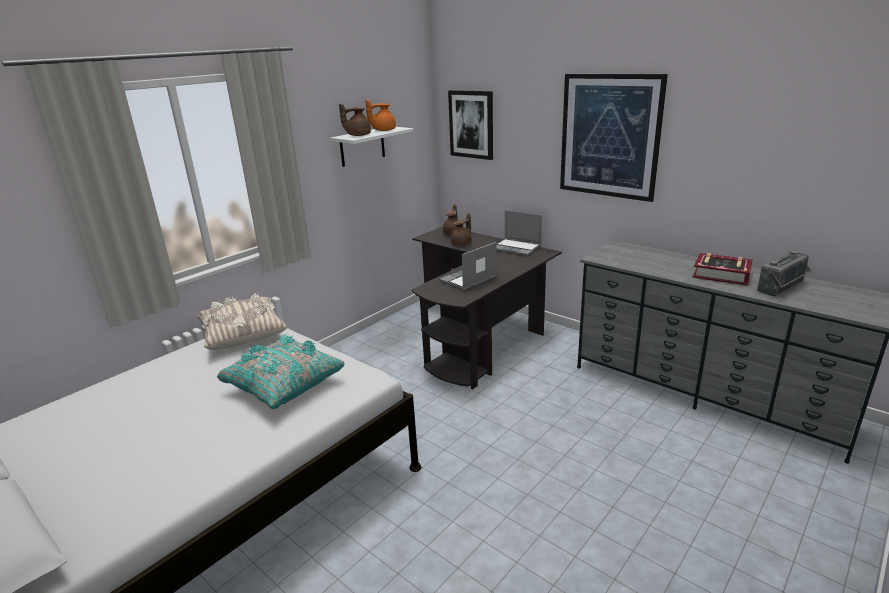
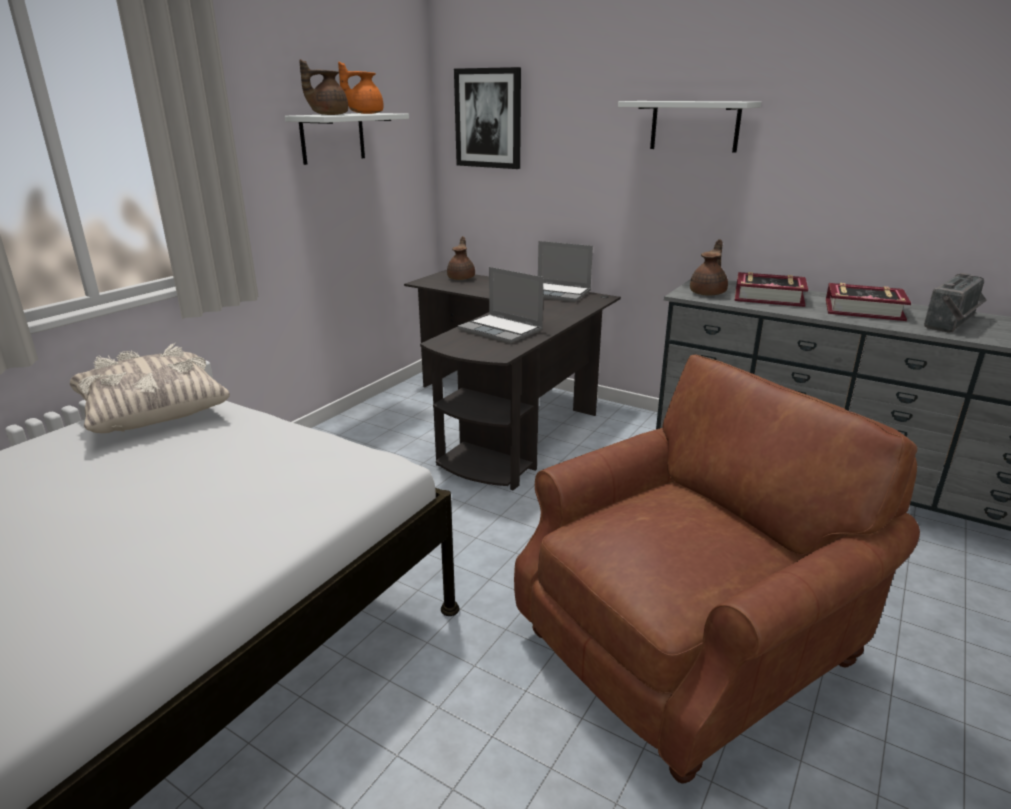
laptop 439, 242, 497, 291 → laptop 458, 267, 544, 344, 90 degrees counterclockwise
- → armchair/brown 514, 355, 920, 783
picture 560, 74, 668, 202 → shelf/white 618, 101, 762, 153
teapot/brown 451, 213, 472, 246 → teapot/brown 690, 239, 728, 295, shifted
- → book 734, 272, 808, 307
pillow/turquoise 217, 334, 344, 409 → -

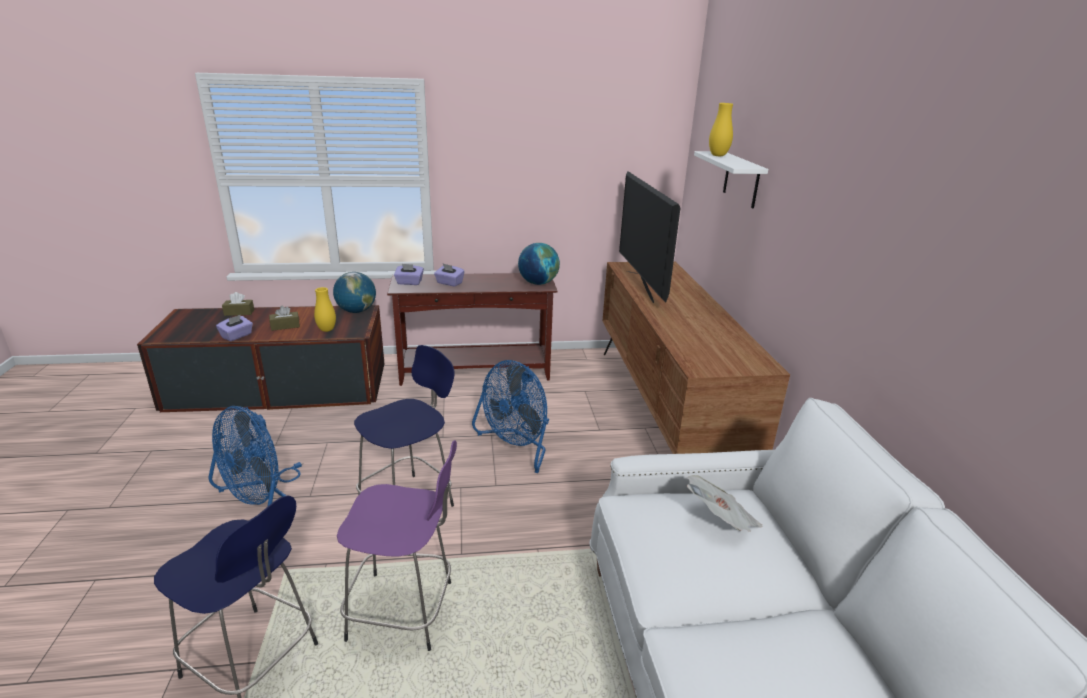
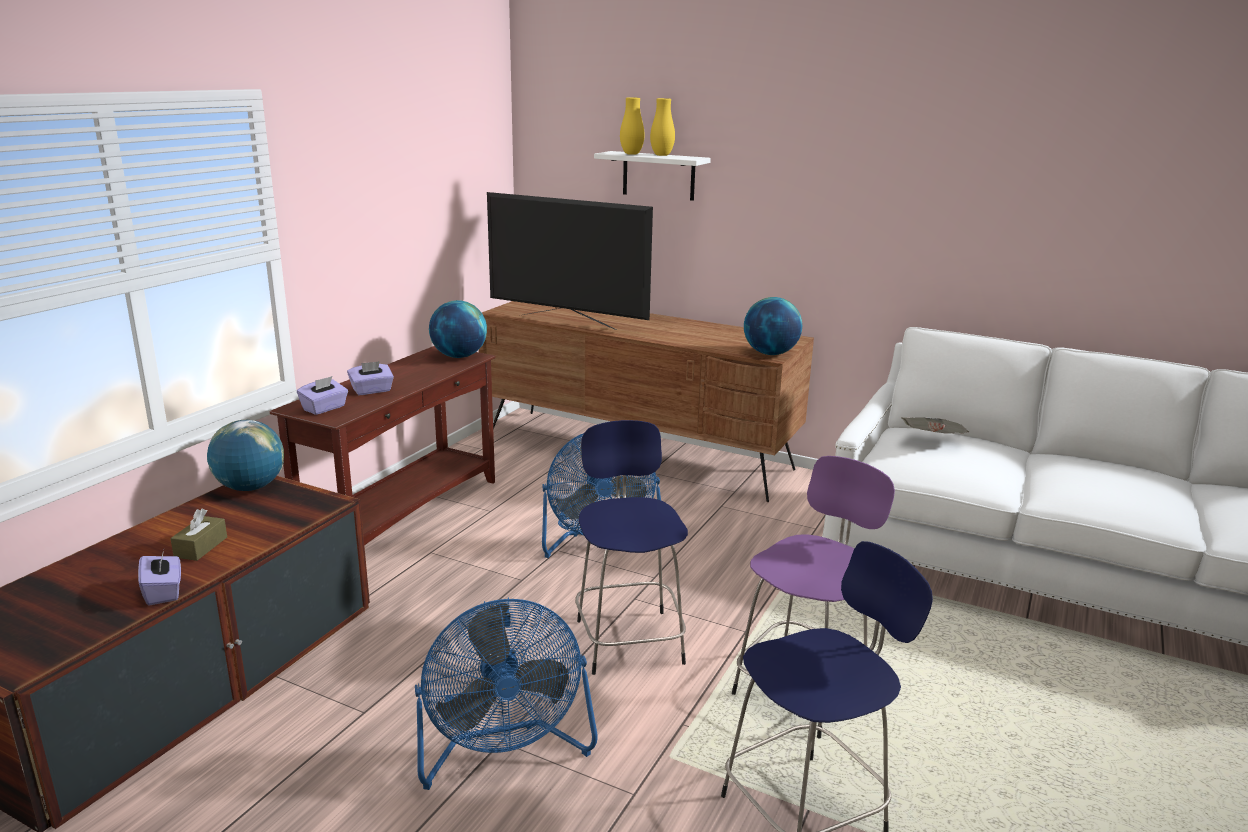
vase/yellow 314, 287, 336, 332 → vase/yellow 650, 98, 675, 156, shifted
- → globe 744, 297, 802, 355
tissue box/brown 222, 292, 254, 316 → -

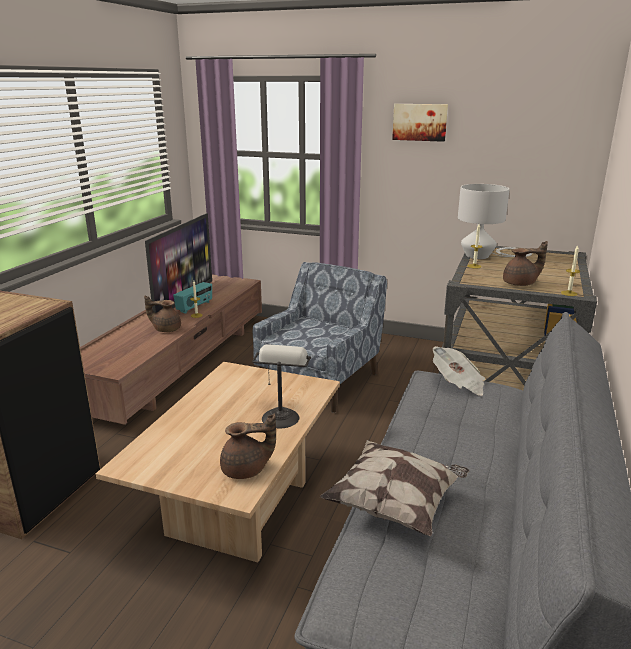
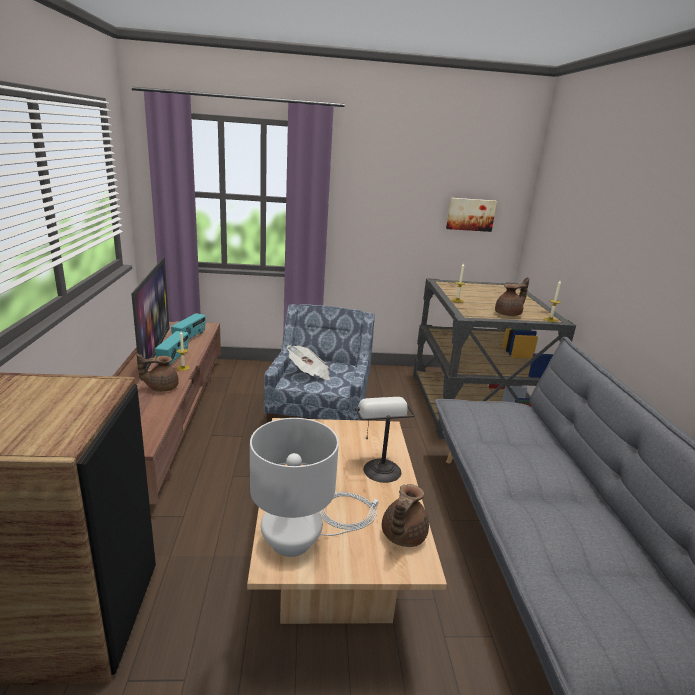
- → radio 171, 313, 206, 340
table lamp/white 458, 184, 532, 259 → table lamp/white 250, 418, 379, 557, shifted
newspaper 433, 346, 485, 396 → newspaper 287, 345, 330, 380, shifted
teapot/brown 220, 414, 276, 479 → teapot/brown 382, 484, 429, 547, 150 degrees clockwise
picture 392, 104, 448, 142 → picture 446, 198, 497, 232, shifted
pillow 320, 440, 469, 536 → -

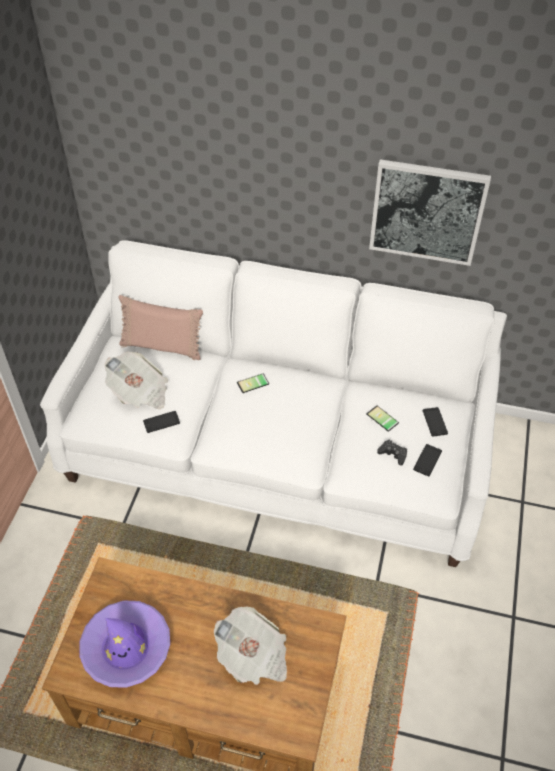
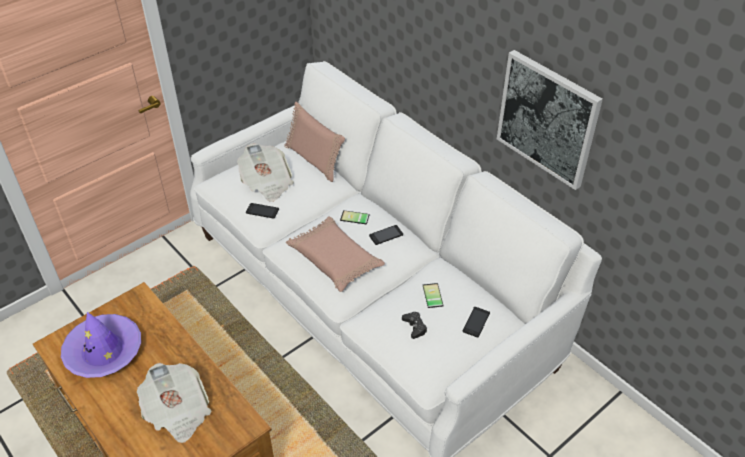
- → pillow/beige 286, 216, 385, 292
phone 413, 444, 442, 476 → phone 369, 225, 403, 245, shifted

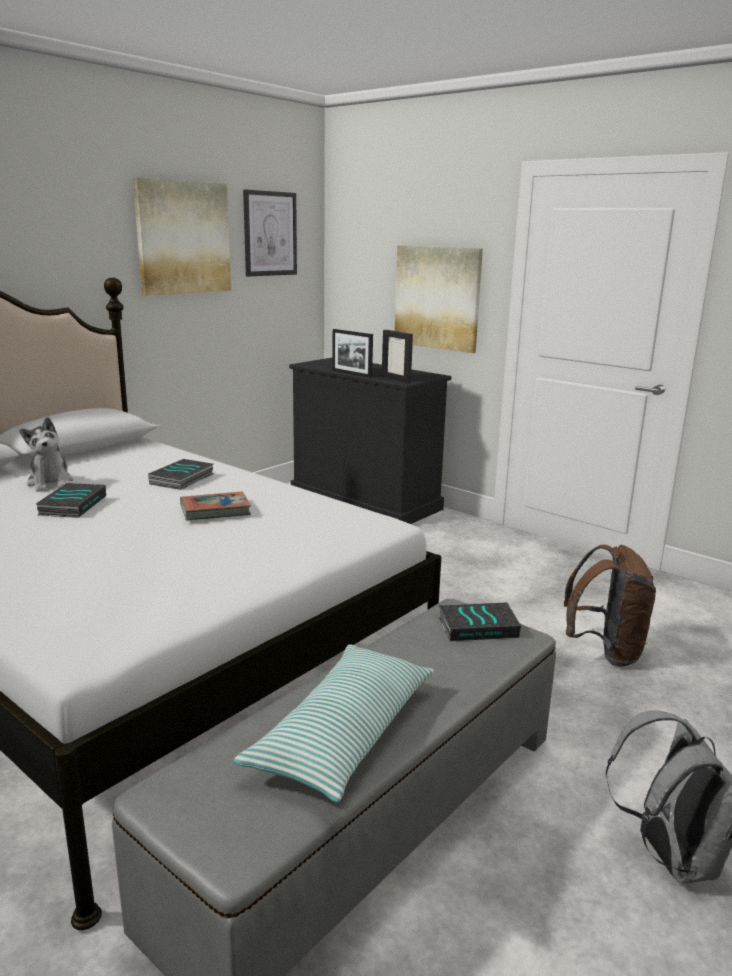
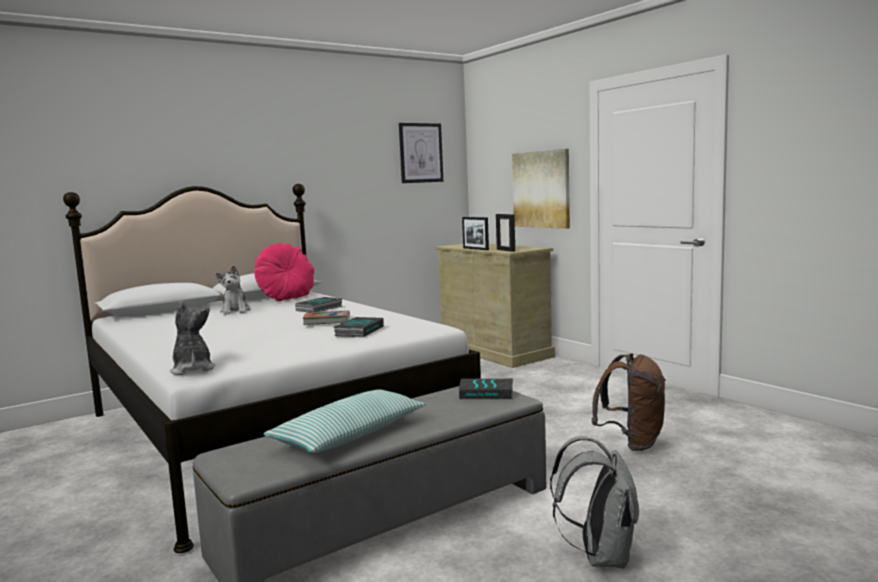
- → plush toy 169, 301, 215, 375
- → pillow/pink 254, 243, 314, 301
book 36, 483, 106, 518 → book 334, 317, 384, 337, shifted
dresser/black 289, 358, 451, 524 → dresser/beige 436, 243, 555, 368
picture 133, 177, 231, 296 → -

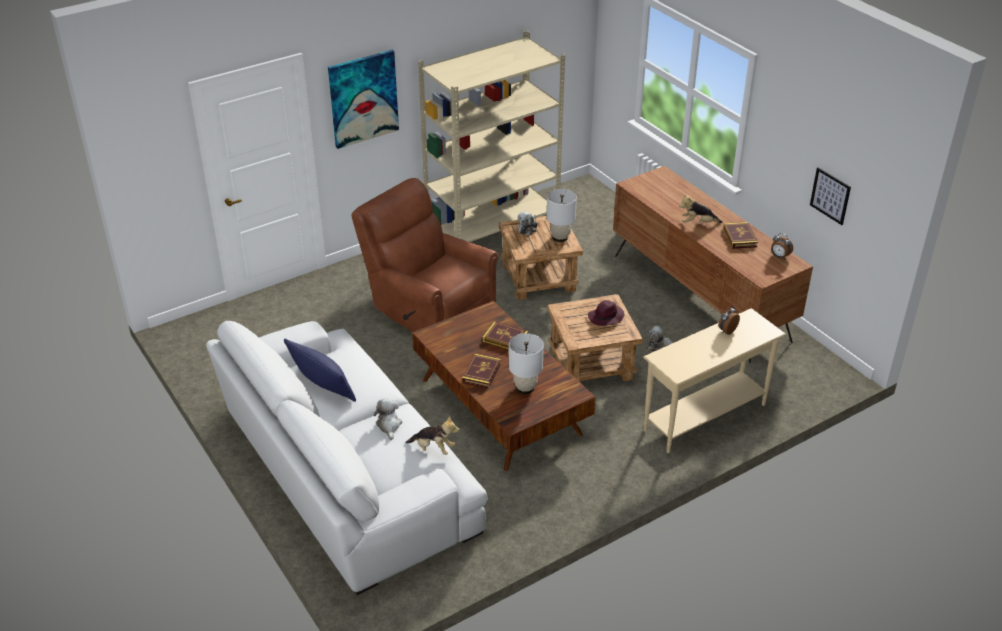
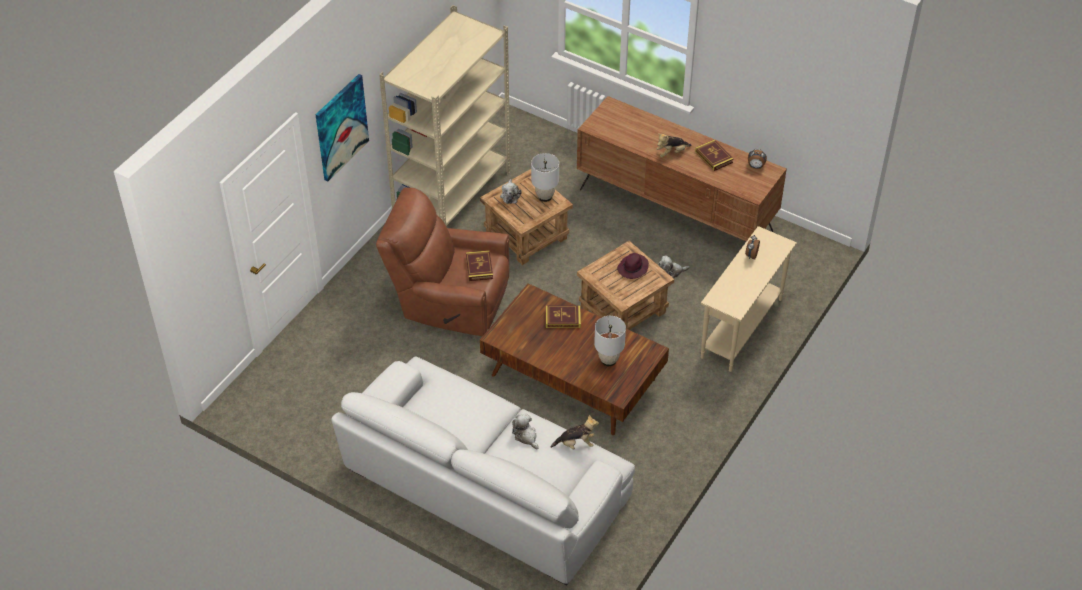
book 462, 354, 501, 389 → book 466, 250, 493, 281, shifted
pillow/blue 284, 338, 356, 402 → -
picture 810, 167, 851, 225 → -

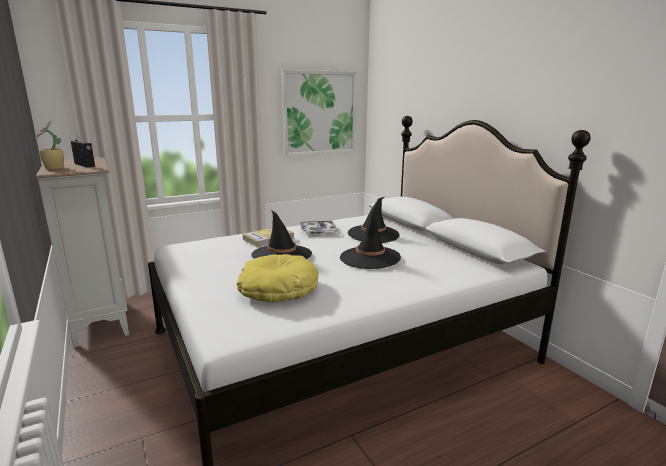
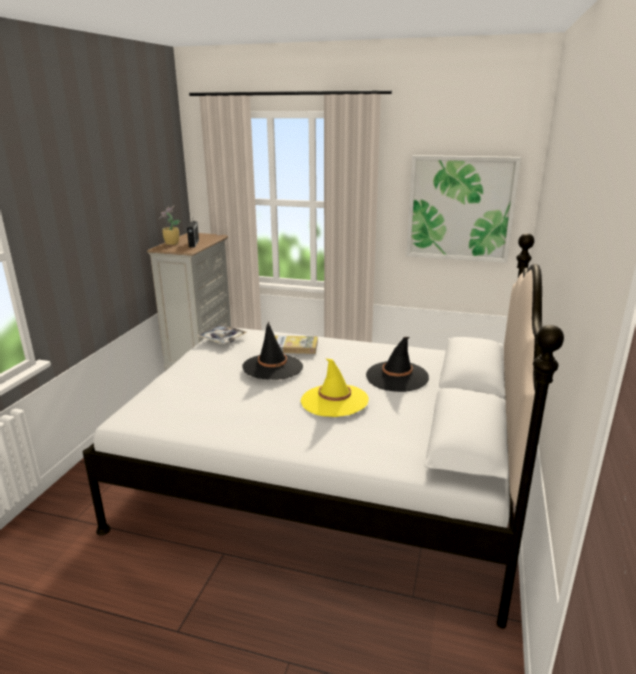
tray 299, 221, 338, 234 → tray 196, 325, 247, 344, shifted
hat/black 340, 217, 401, 269 → hat/yellow 301, 358, 369, 417
pillow/yellow 237, 254, 318, 303 → -

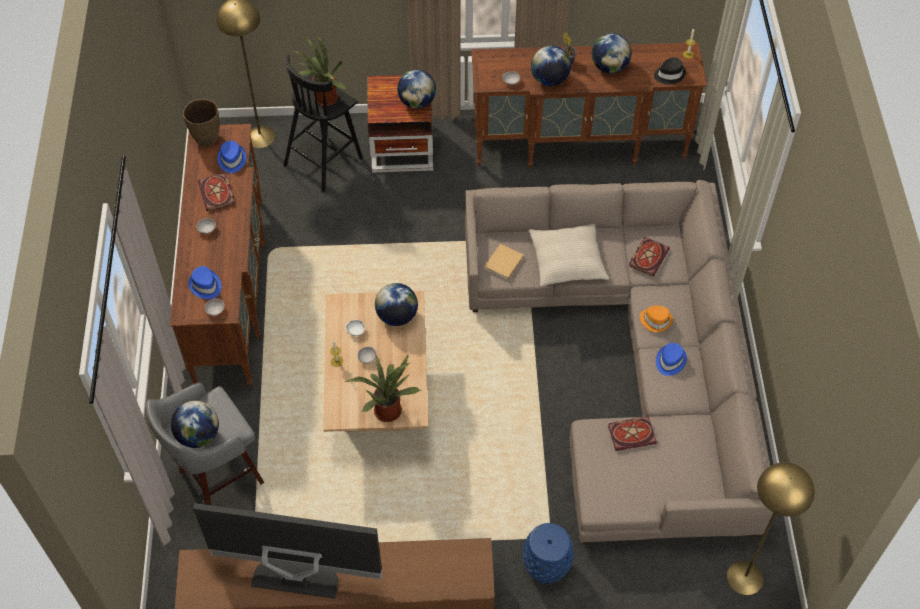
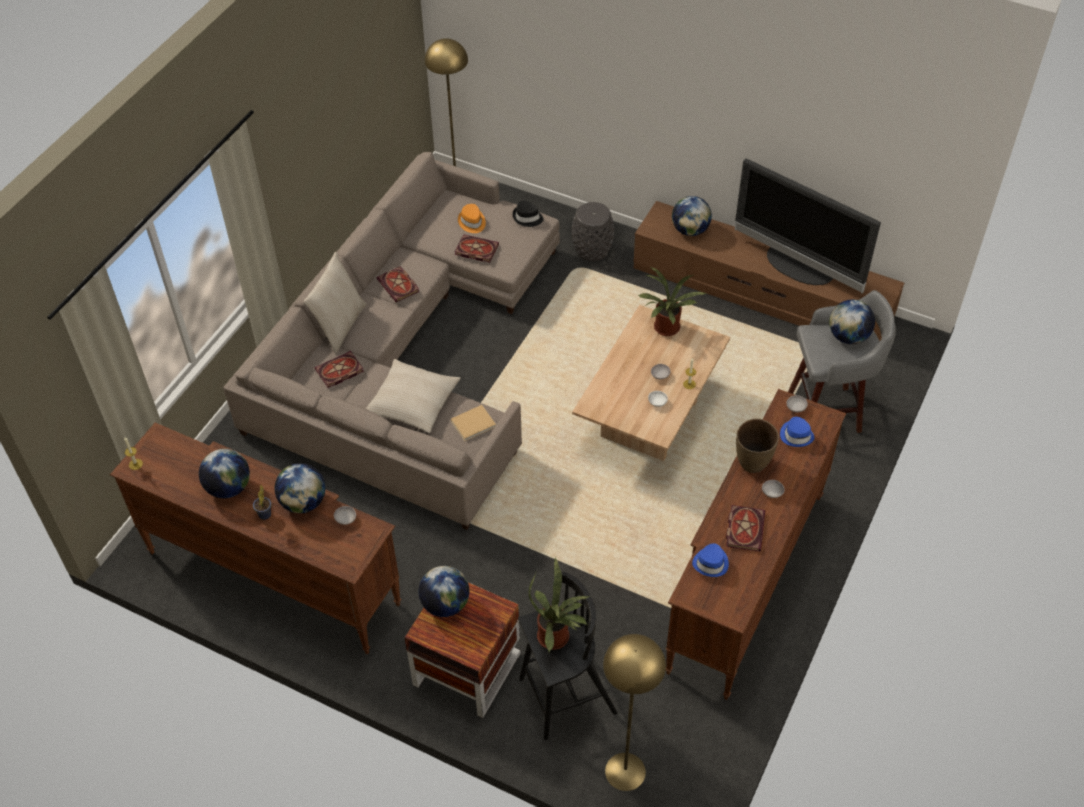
- → pillow/beige 304, 252, 366, 354
hat/blue 656, 343, 687, 376 → book 377, 266, 420, 302
hat/orange 640, 305, 673, 332 → hat/orange 458, 204, 486, 233, shifted
hat/black 654, 57, 686, 84 → hat/black 513, 201, 544, 227, shifted
stool/blue 522, 523, 574, 584 → stool/grey 572, 202, 614, 261
globe 375, 283, 418, 326 → globe 672, 196, 712, 236, shifted
vase/brown 183, 99, 220, 146 → vase/brown 736, 419, 779, 473, shifted

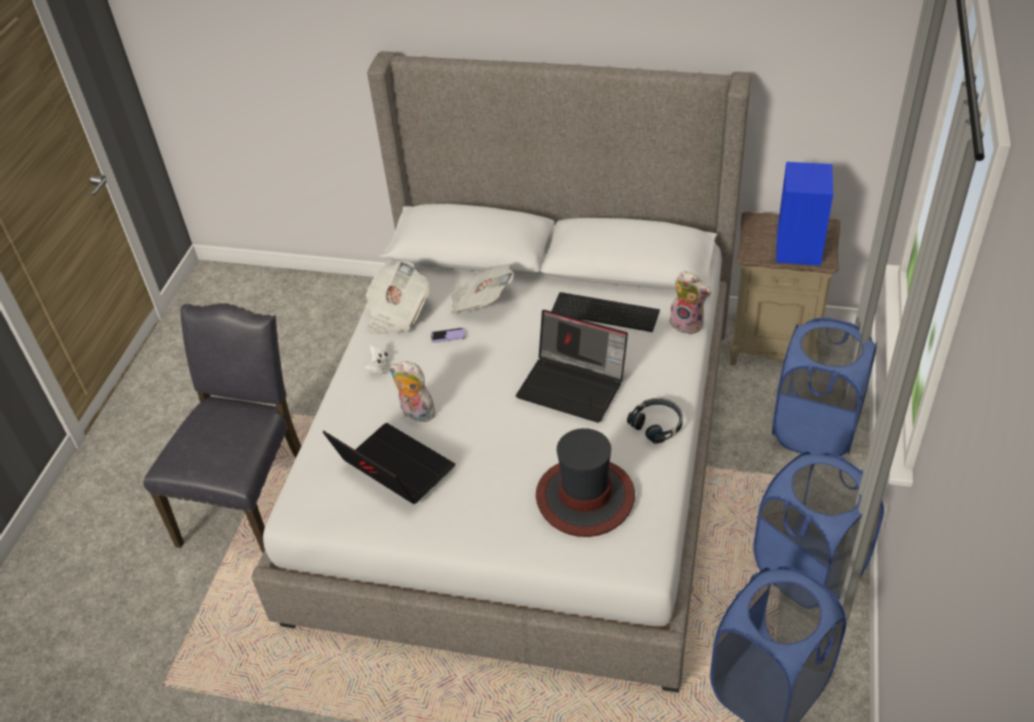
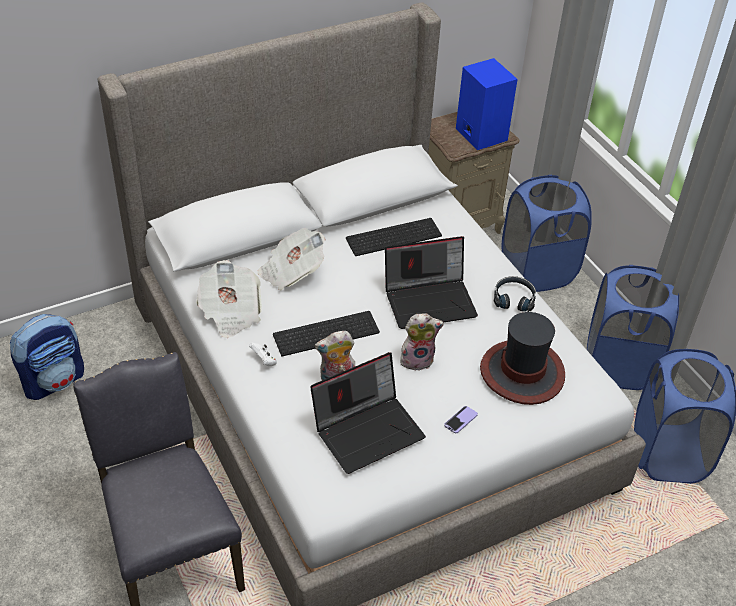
- → backpack 10, 314, 84, 400
- → keyboard 273, 311, 380, 356
laptop 323, 423, 456, 504 → laptop 310, 352, 426, 474, 150 degrees clockwise
plush toy 667, 271, 711, 335 → plush toy 400, 313, 444, 371, shifted
phone 430, 328, 465, 343 → phone 444, 406, 478, 433, shifted

